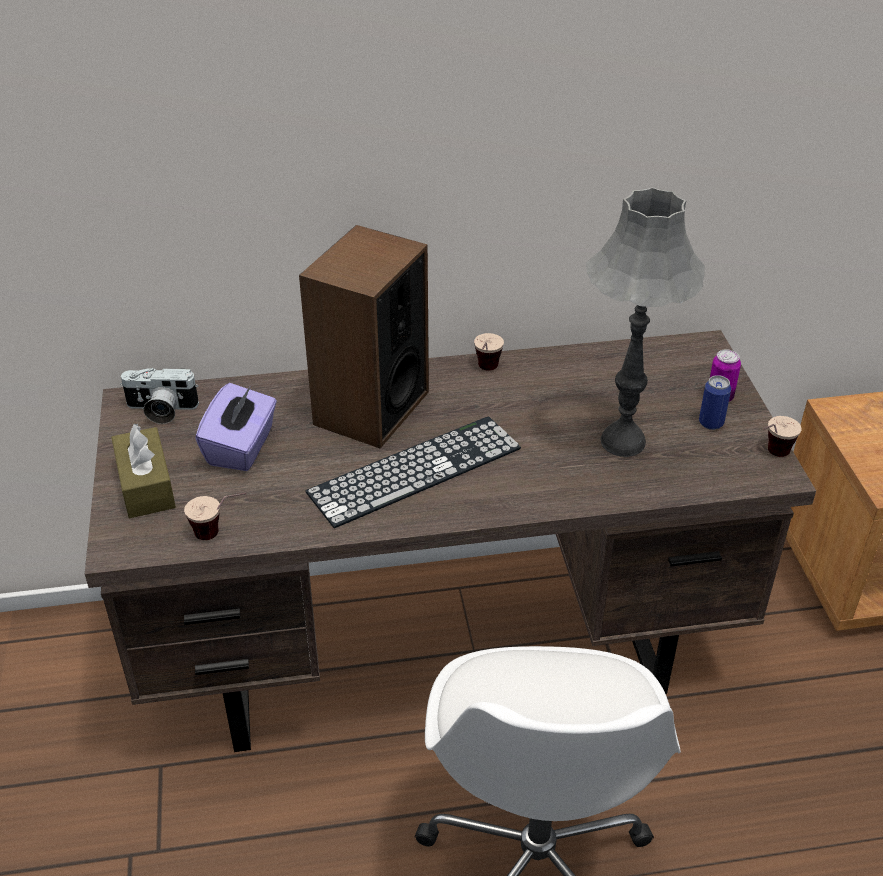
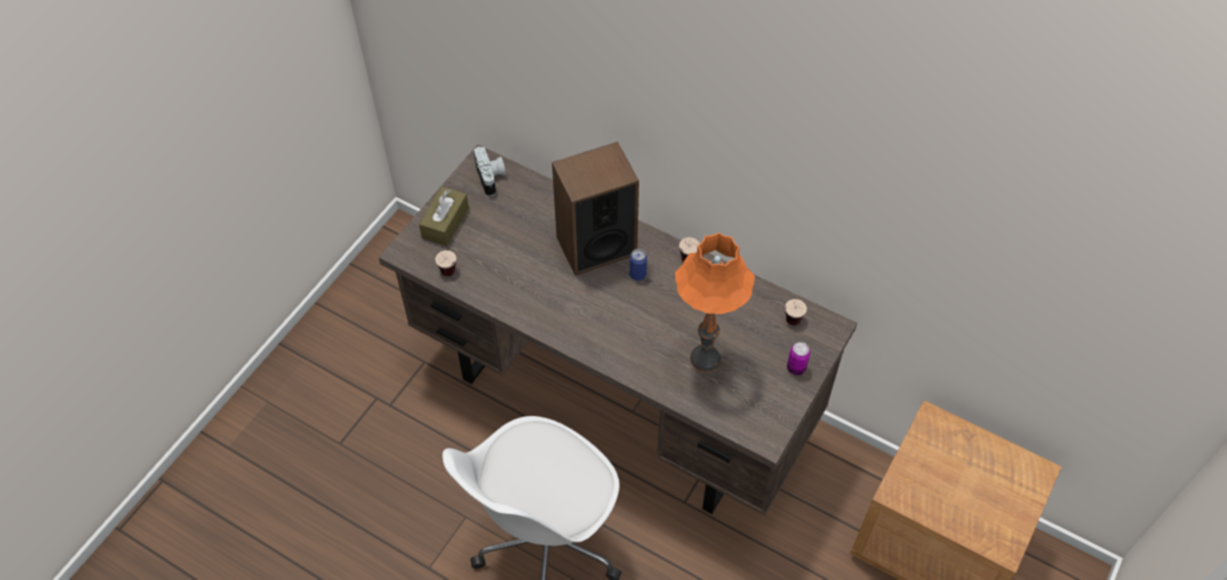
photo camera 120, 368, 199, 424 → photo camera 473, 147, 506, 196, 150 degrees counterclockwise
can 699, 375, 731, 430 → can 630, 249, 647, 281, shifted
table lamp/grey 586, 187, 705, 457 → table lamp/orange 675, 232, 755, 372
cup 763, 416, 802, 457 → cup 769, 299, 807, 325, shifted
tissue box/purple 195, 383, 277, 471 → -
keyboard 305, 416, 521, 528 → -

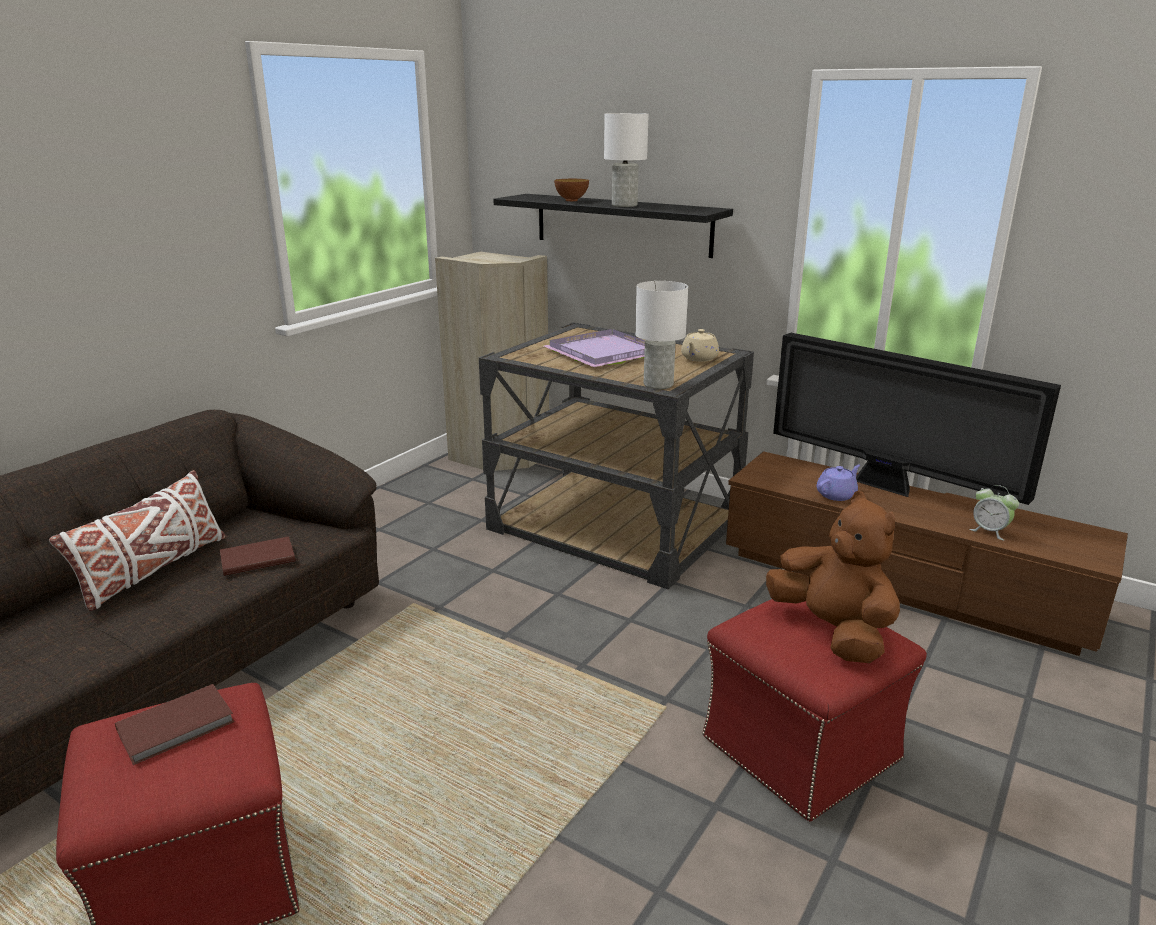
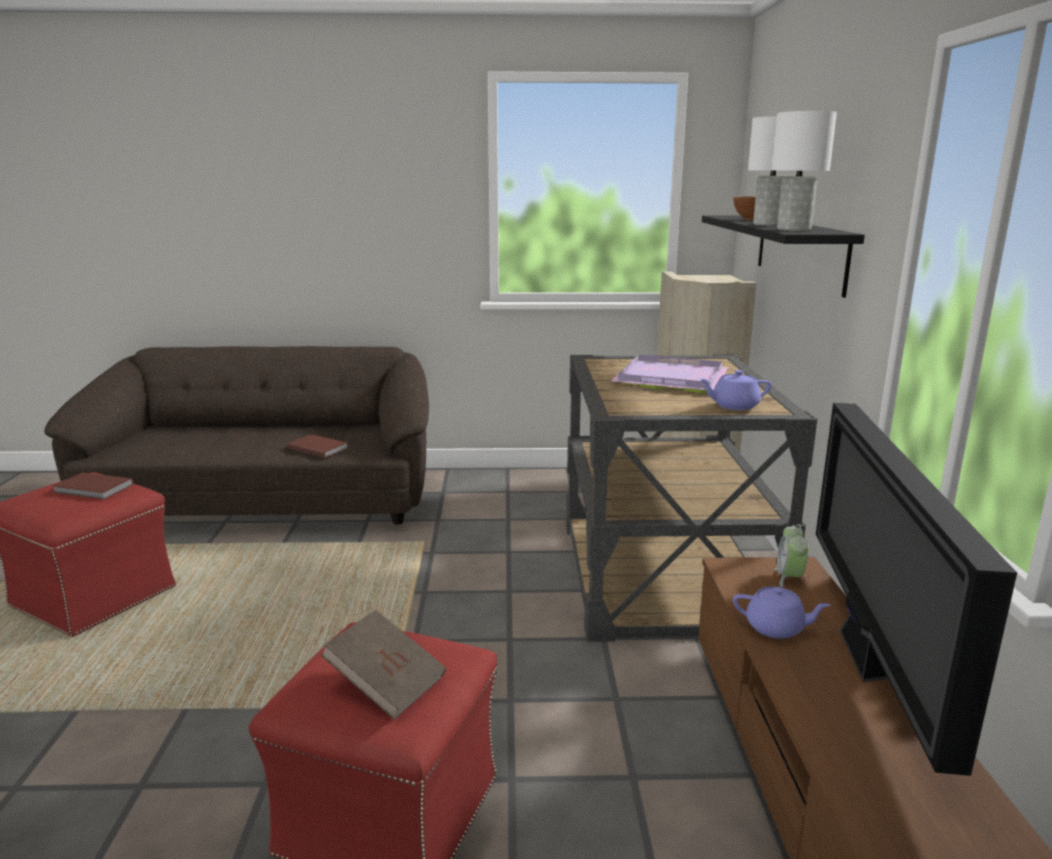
plush toy/brown 766, 491, 900, 663 → book/brown 321, 610, 446, 720
teapot/beige 681, 329, 719, 362 → teapot/purple 699, 370, 771, 410
table lamp/white 635, 281, 688, 389 → table lamp/white 772, 111, 837, 231, shifted
alarm clock 969, 485, 1019, 541 → alarm clock 775, 524, 809, 587, shifted
pillow/white 49, 470, 225, 611 → -

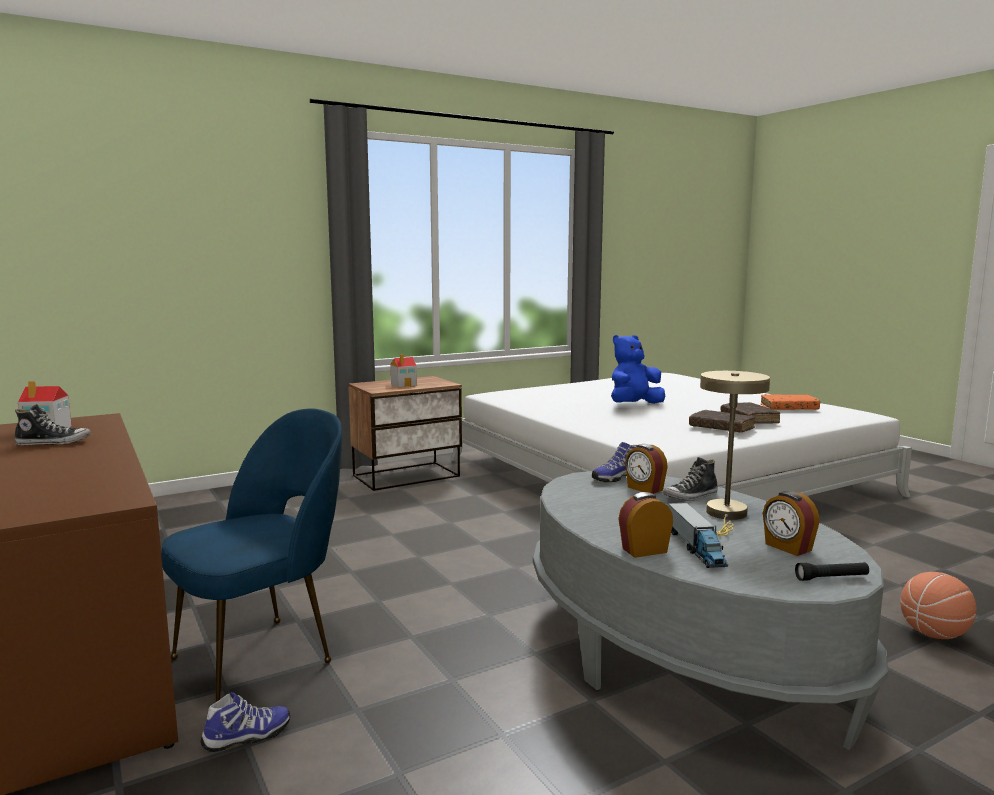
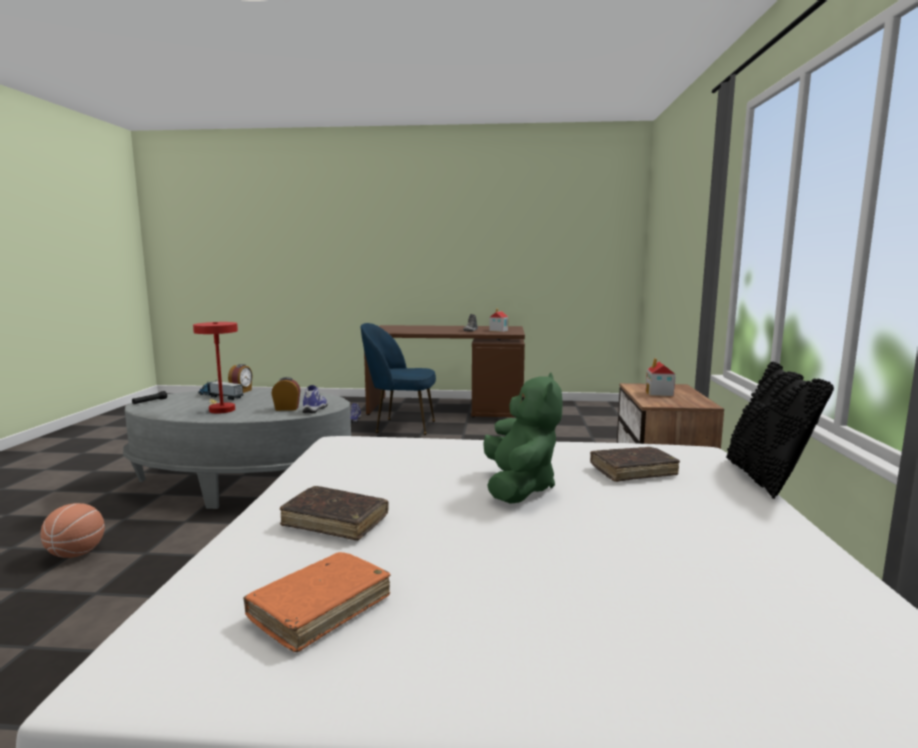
table lamp/beige 700, 371, 770, 536 → table lamp/red 193, 322, 238, 414
chair/blue 161, 409, 342, 703 → chair/blue 361, 323, 436, 435, 105 degrees clockwise
plush toy/blue 611, 335, 665, 404 → plush toy/green 483, 373, 563, 504
book/brown 689, 410, 755, 433 → book/brown 590, 447, 680, 482, shifted
- → pillow/black 726, 362, 834, 499
shoe 663, 457, 718, 501 → -
alarm clock 763, 491, 820, 556 → -

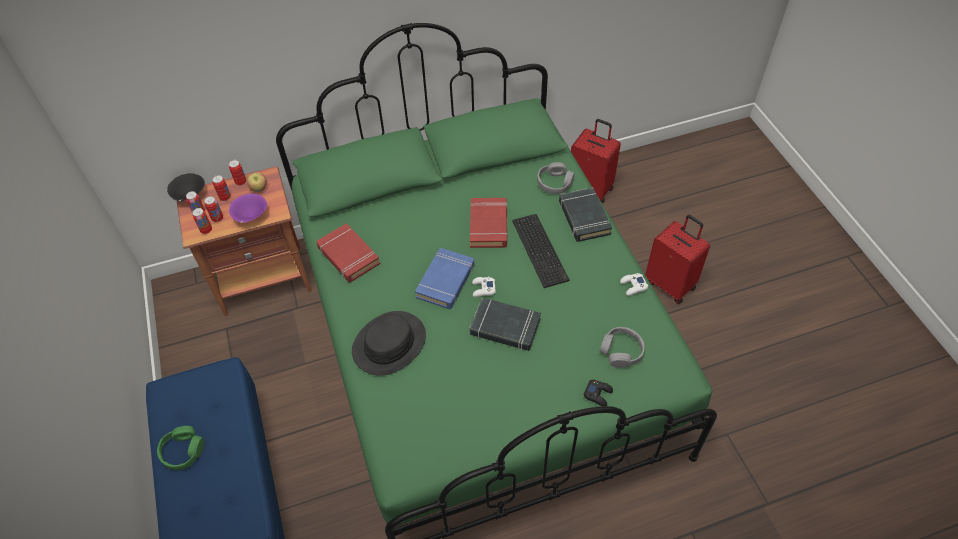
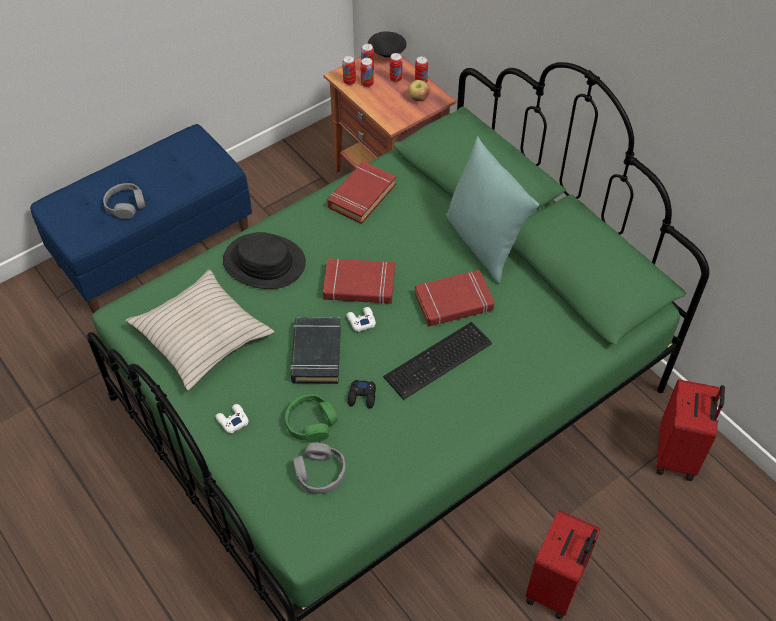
headphones/grey 537, 162, 574, 194 → headphones/grey 103, 183, 145, 219, shifted
- → pillow/beige 126, 269, 274, 390
game controller/white 620, 273, 648, 296 → game controller/white 215, 404, 249, 434, shifted
headphones/green 157, 426, 204, 470 → headphones/green 285, 394, 338, 442, shifted
book/blue 415, 248, 474, 309 → book/red 323, 258, 395, 305
game controller/black 583, 380, 613, 406 → game controller/black 348, 380, 376, 409, shifted
- → pillow/turquoise 446, 136, 539, 284
bowl/purple 229, 194, 267, 223 → -
book/black 559, 187, 612, 242 → -

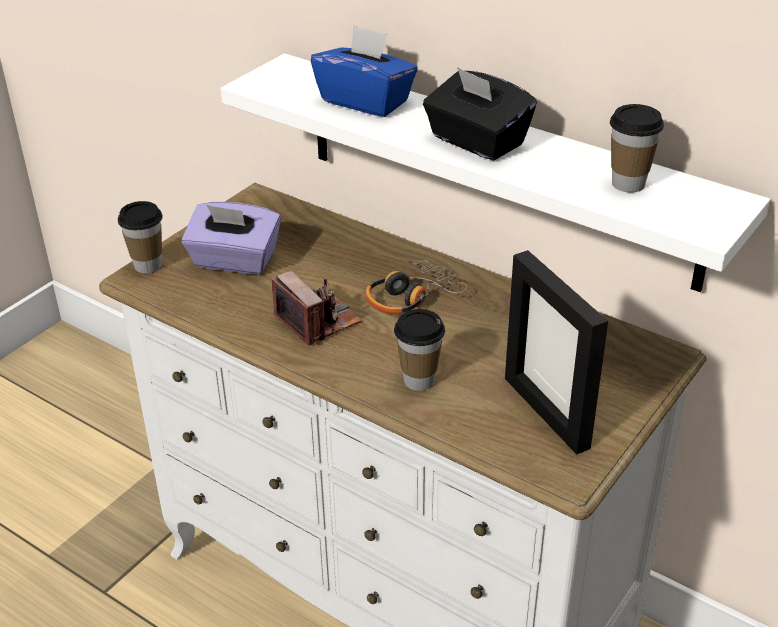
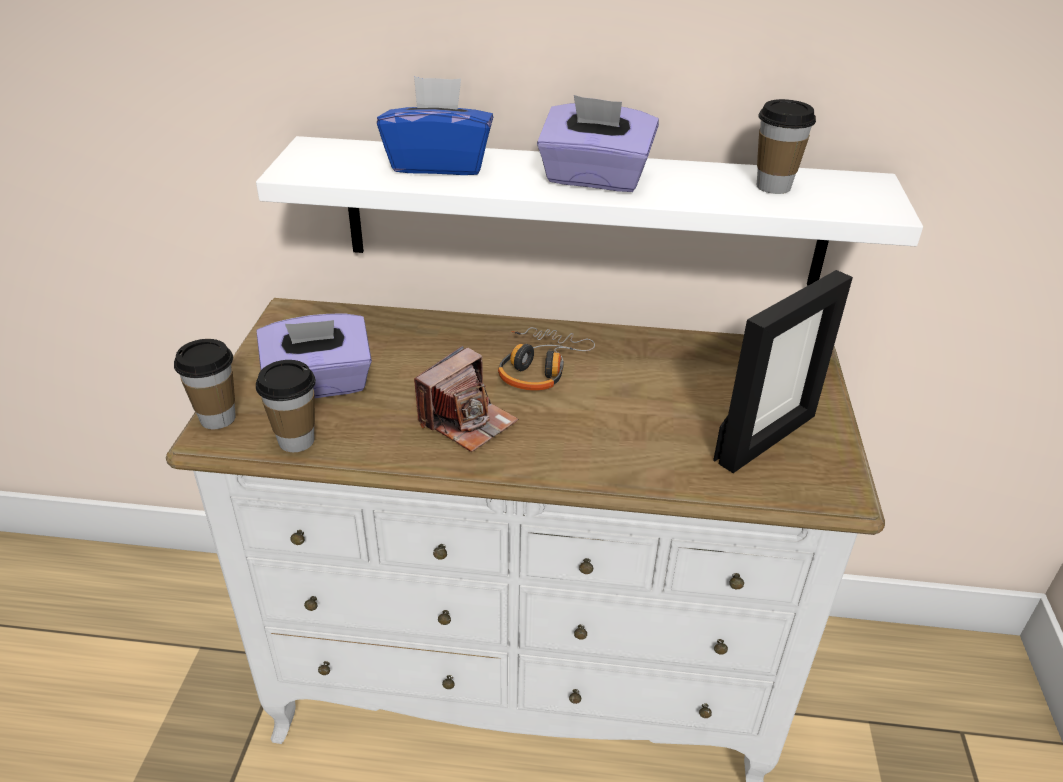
cup 394, 309, 445, 391 → cup 256, 360, 316, 452, shifted
photo camera 272, 271, 361, 345 → photo camera 414, 346, 518, 452, 105 degrees clockwise
tissue box/black 423, 67, 537, 161 → tissue box/purple 537, 95, 659, 192
picture frame 505, 250, 608, 454 → picture frame 713, 270, 853, 473, 75 degrees counterclockwise

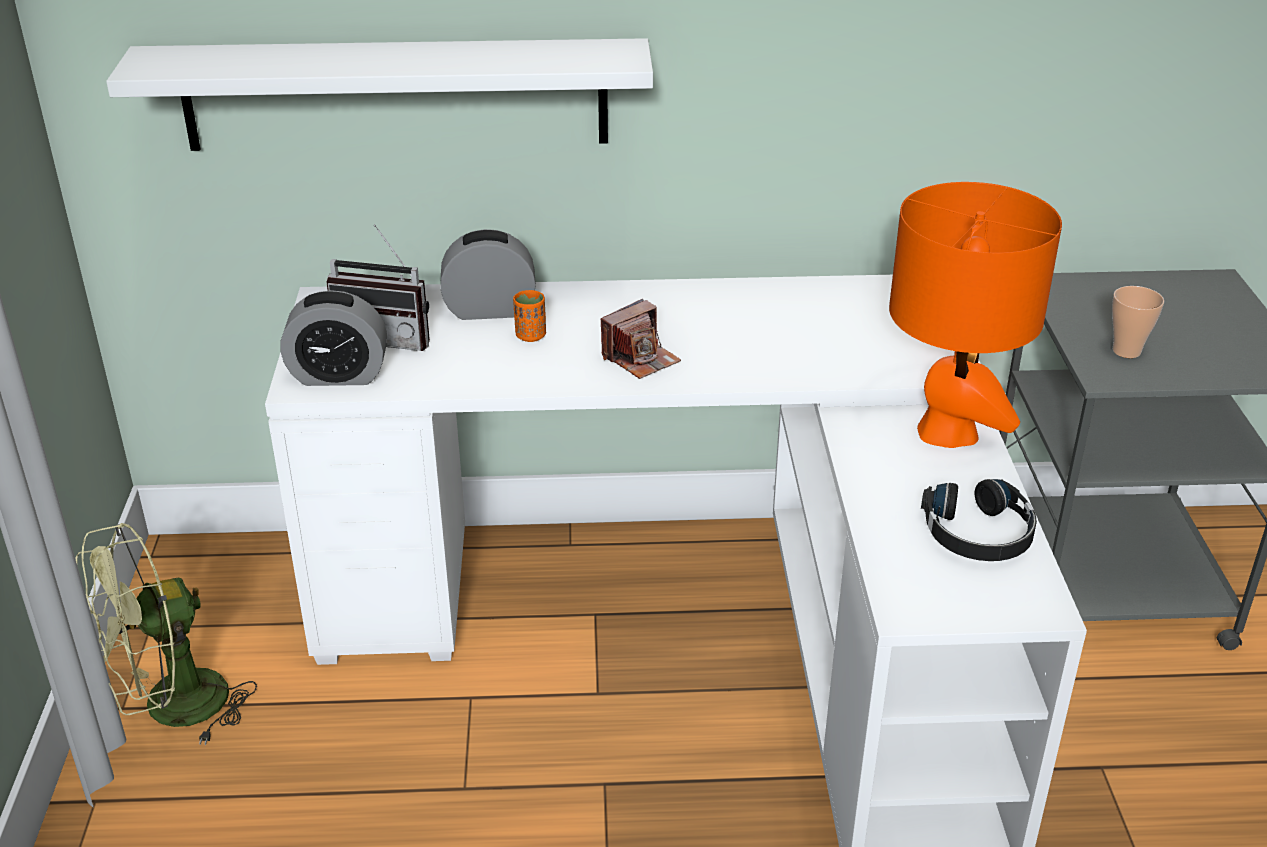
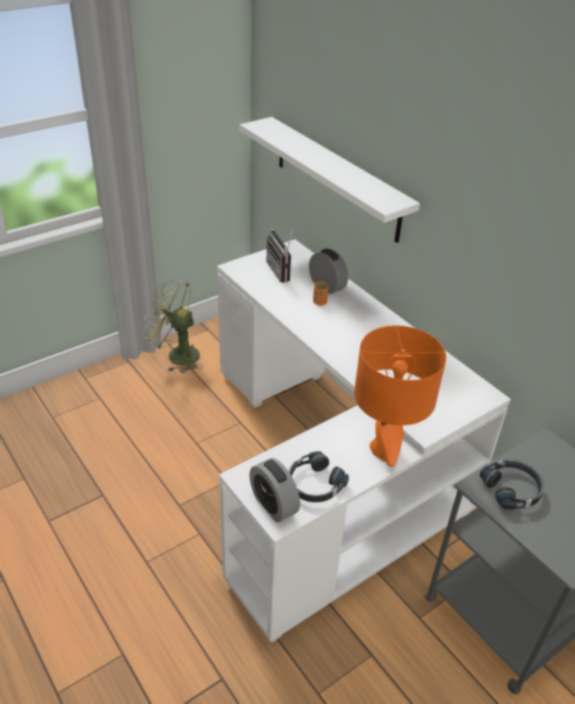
alarm clock 281, 290, 387, 386 → alarm clock 249, 458, 300, 522, shifted
cup 1112, 286, 1164, 358 → headphones/black 480, 460, 544, 510
photo camera 601, 299, 681, 379 → -

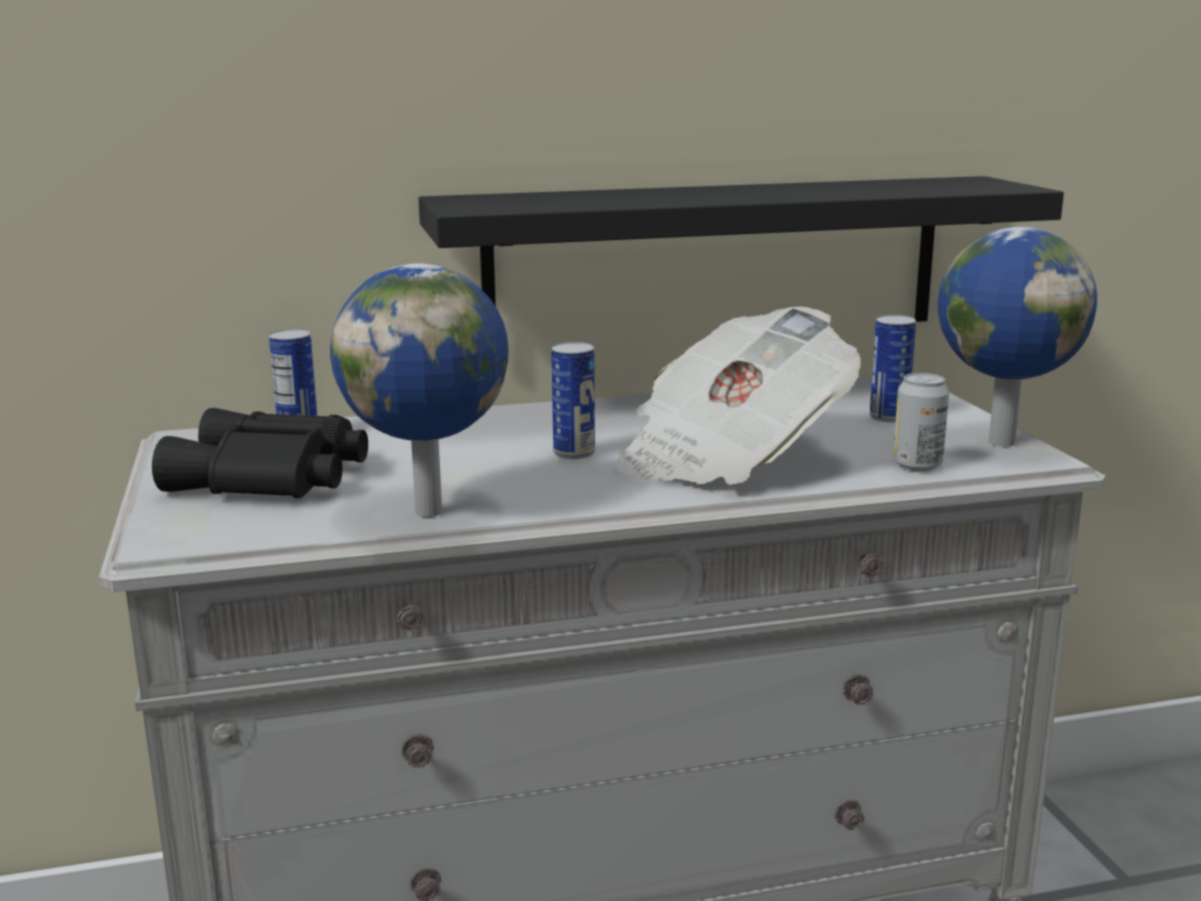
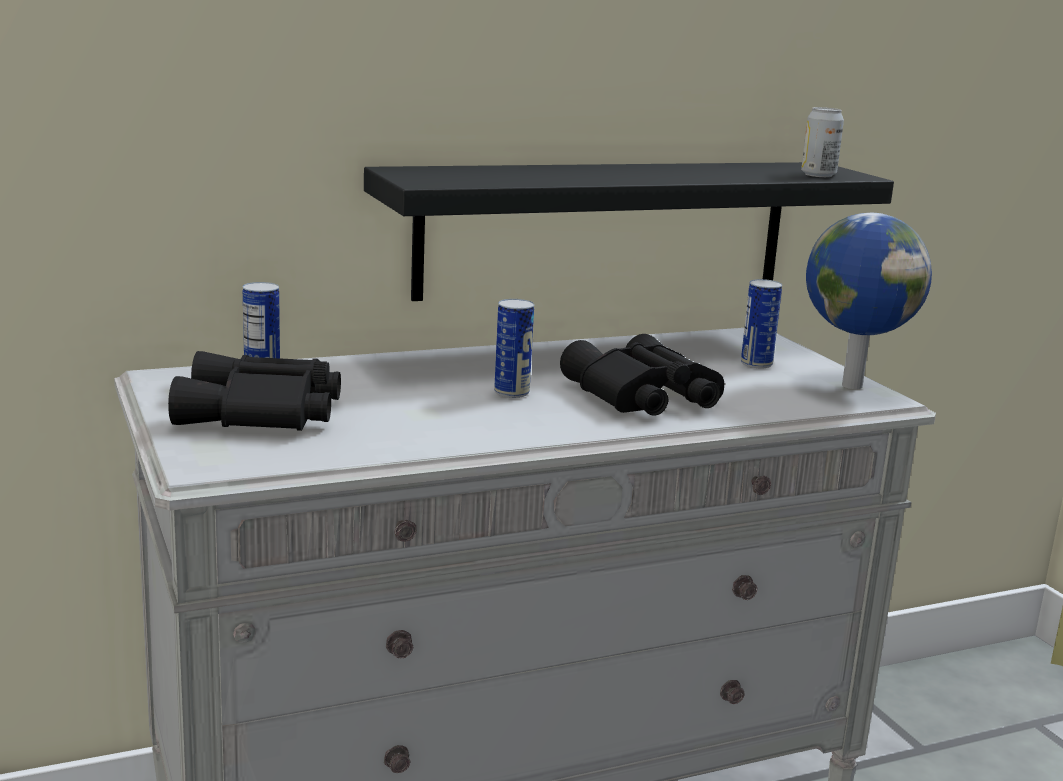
newspaper 614, 306, 861, 485 → binoculars/black 560, 334, 724, 416
can 893, 373, 949, 471 → can 801, 107, 844, 177, shifted
globe 330, 263, 509, 517 → -

